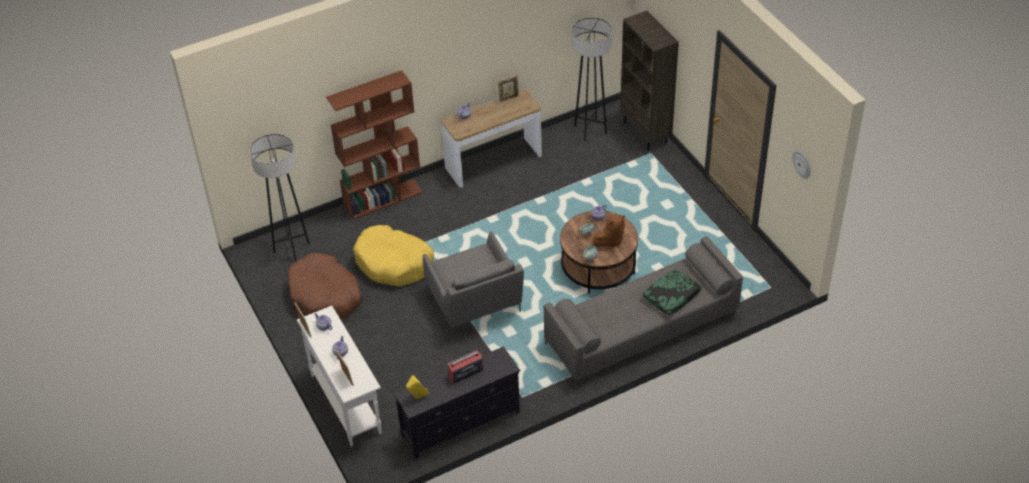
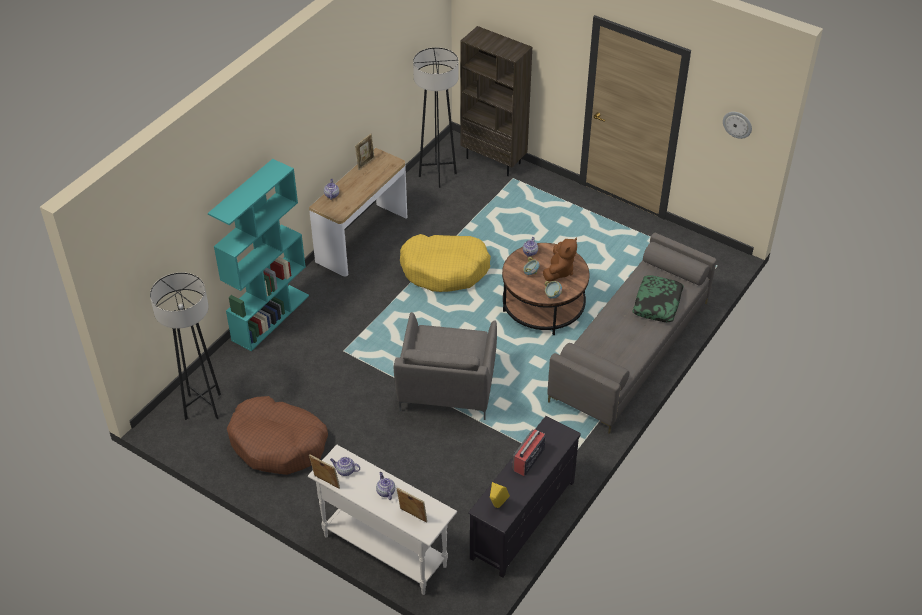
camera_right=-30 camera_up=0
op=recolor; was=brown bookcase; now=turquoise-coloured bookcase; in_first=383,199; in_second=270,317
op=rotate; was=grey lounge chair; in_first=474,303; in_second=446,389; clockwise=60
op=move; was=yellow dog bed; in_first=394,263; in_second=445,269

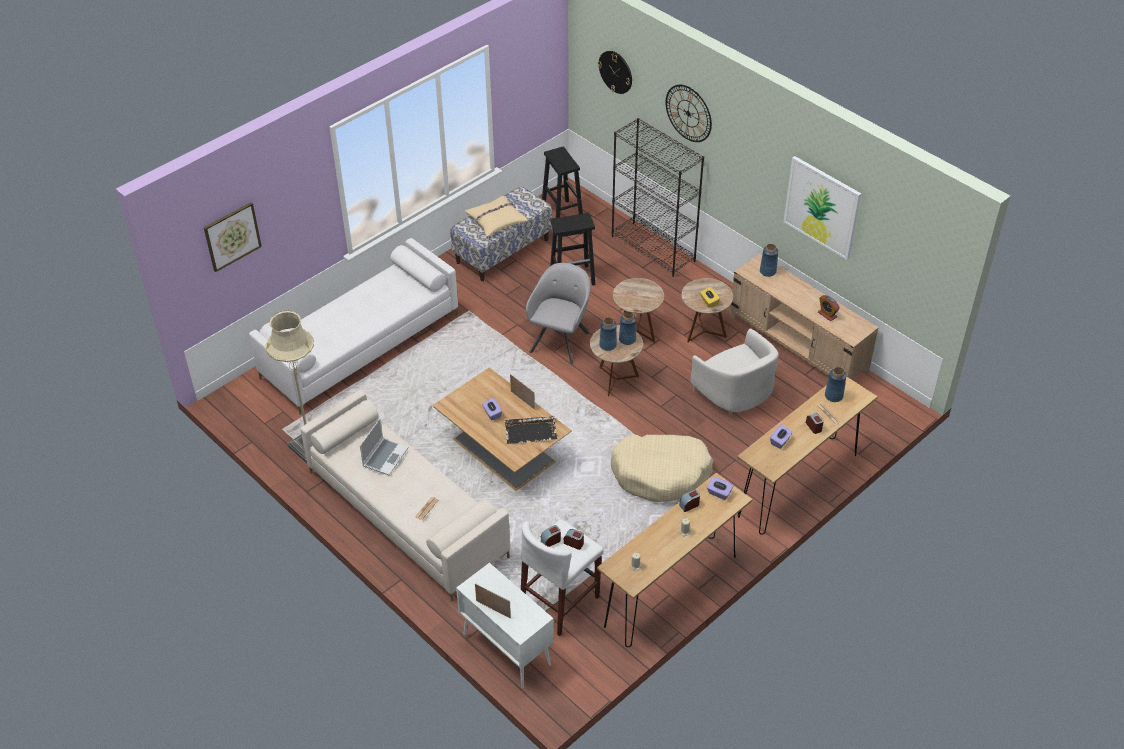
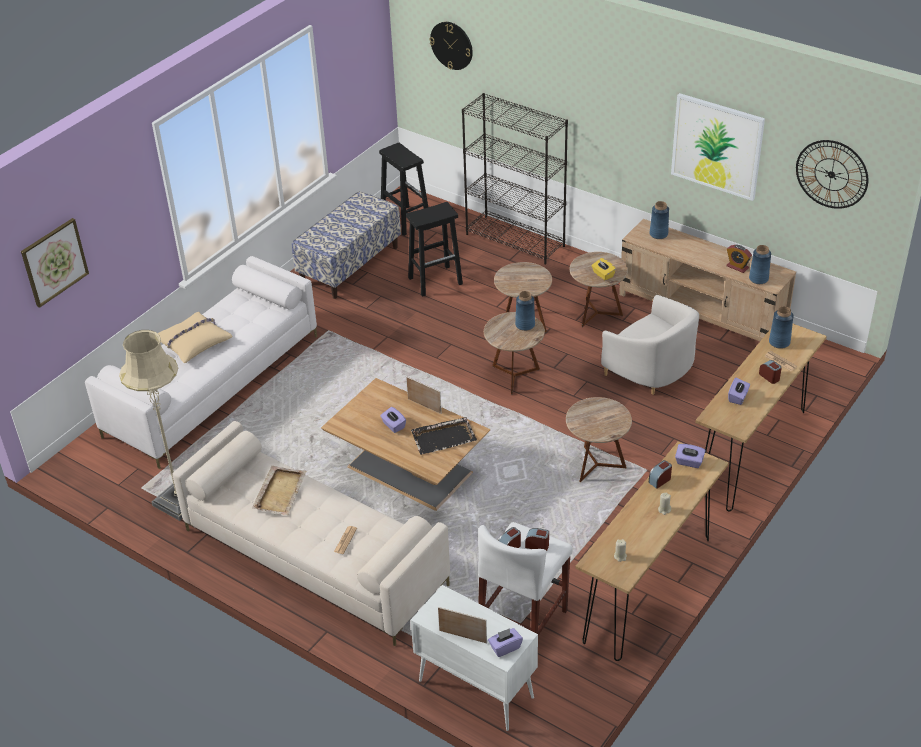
camera_right=-10 camera_up=-5
op=move; was=beige throw pillow; in_first=496,220; in_second=193,342
op=replace; was=notebook computer; now=beige serving tray; in_first=385,457; in_second=280,491
op=insert; now=purple-coloured tissue box; in_second=505,647
op=replace; was=beige dog bed; now=brown side table; in_first=661,474; in_second=596,466
op=move; was=blue flower vase; in_first=608,345; in_second=758,279
op=move; was=wall clock; in_first=688,113; in_second=831,174
op=delete; was=grey lounge chair; in_first=560,340

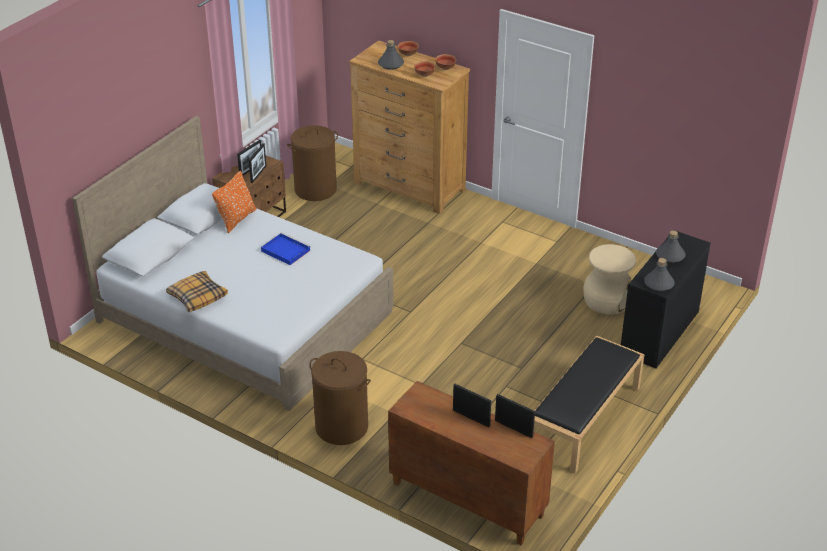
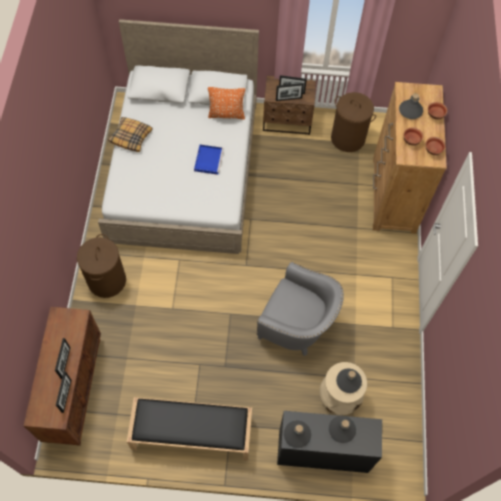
camera_right=60 camera_up=25
op=insert; now=grey lounge chair; in_second=297,326
op=insert; now=grey drink bottle; in_second=348,381

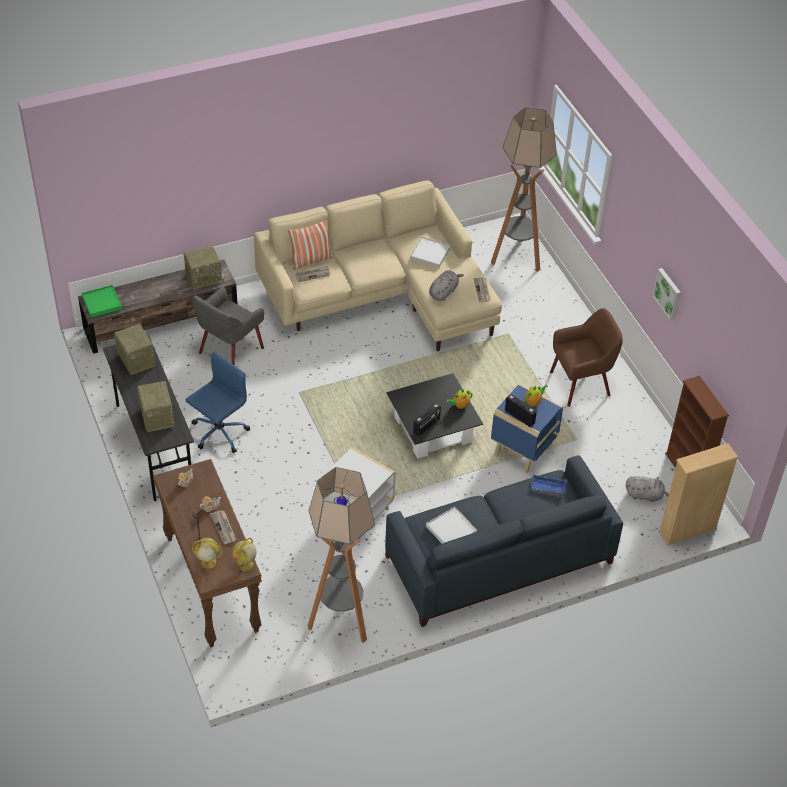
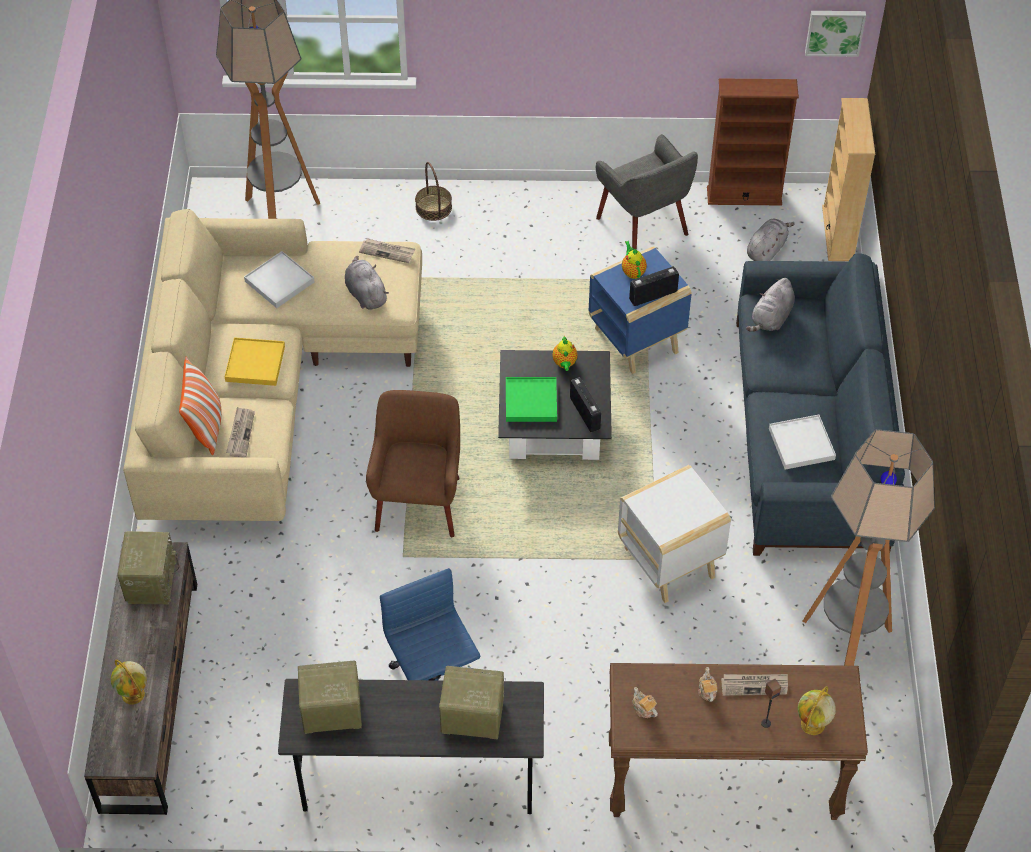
camera_right=-65 camera_up=5
op=move; was=desk globe; in_first=245,565; in_second=133,695
op=insert; now=yellow serving tray; in_second=255,364
op=move; was=brown lounge chair; in_first=581,384; in_second=419,503
op=insert; now=household basket; in_second=434,207
op=move; was=greenish serving tray; in_first=102,303; in_second=531,401
op=move; was=grey lounge chair; in_first=230,350; in_second=643,226
op=replace; was=blue serving tray; now=grey cuddly toy; in_first=547,488; in_second=771,319
op=move; was=wall art; in_first=668,293; in_second=834,31

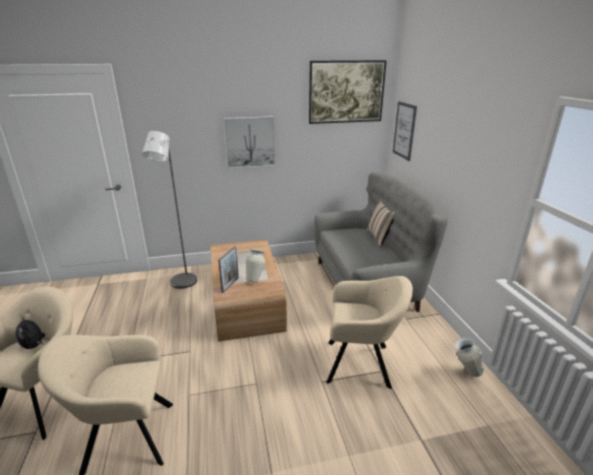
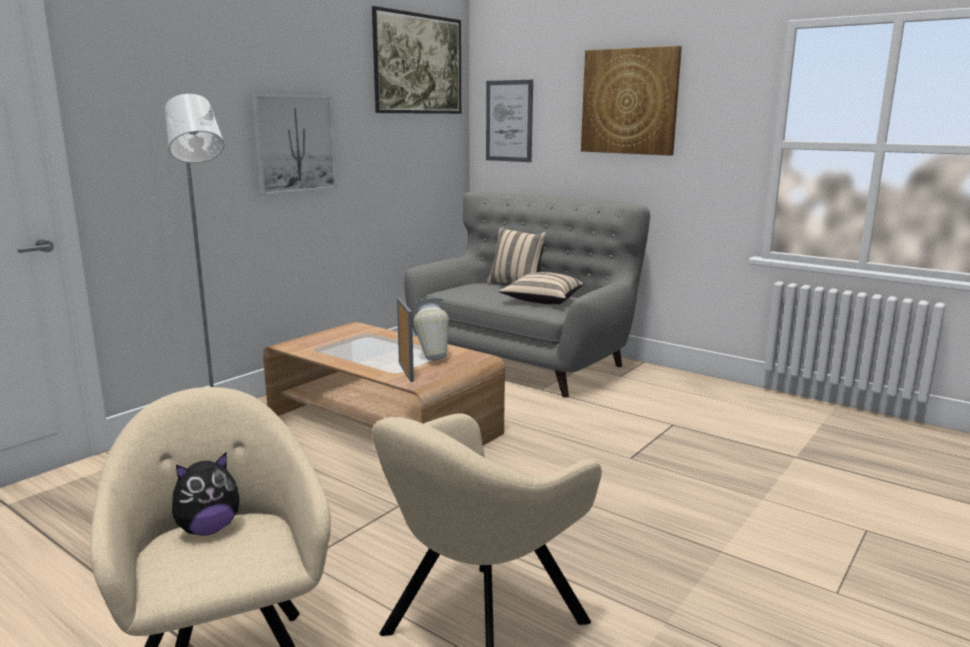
camera_right=-40 camera_up=-10
op=rotate; was=cuddly toy; in_first=35,345; in_second=208,529; clockwise=-45
op=insert; now=beige throw pillow; in_second=541,301
op=insert; now=wall art; in_second=629,101
op=delete; was=beige lounge chair; in_first=361,364
op=delete; was=flower vase; in_first=465,371

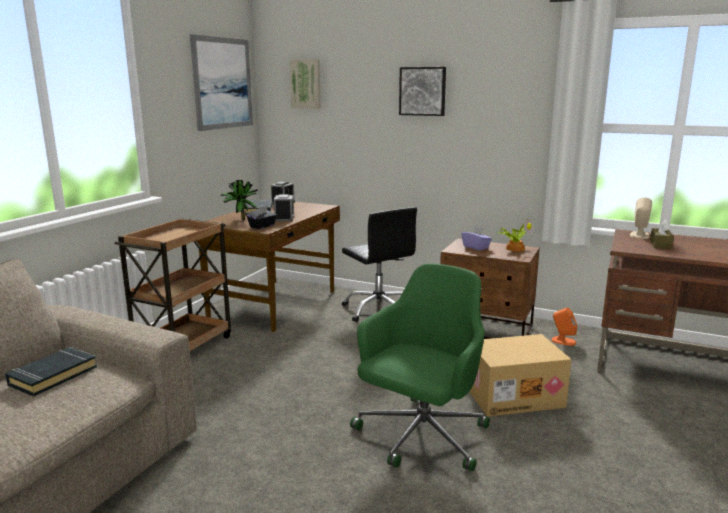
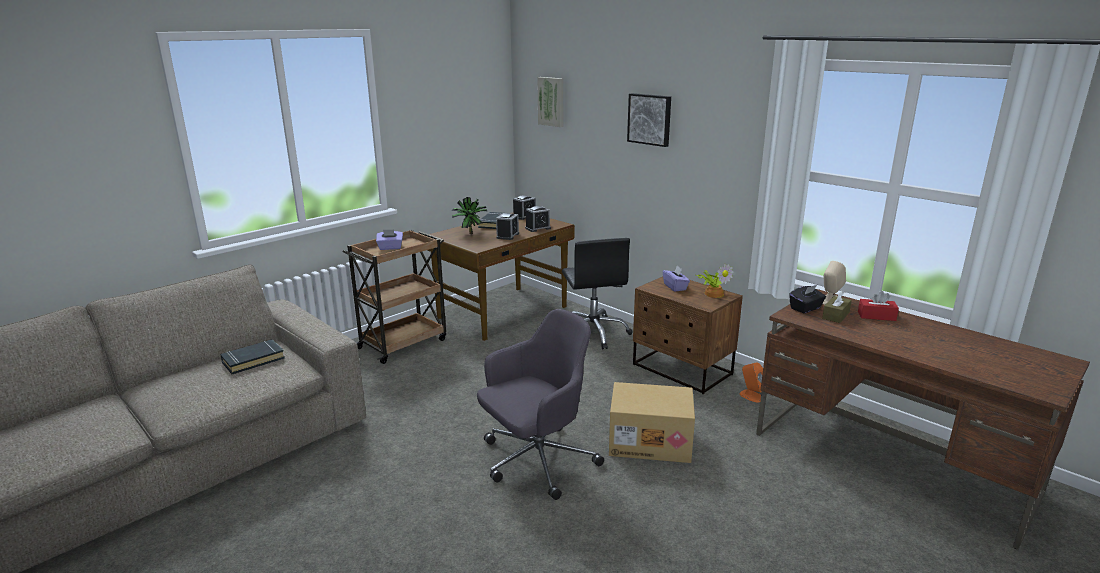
camera_right=20 camera_up=5
op=insert; now=purple-coloured tissue box; in_second=390,248
op=recolor; was=greenish computer chair; now=grey computer chair; in_first=421,437; in_second=536,461
op=insert; now=table clock; in_second=538,228
op=move; was=black-coloured tissue box; in_first=262,226; in_second=806,308
op=insert; now=reddish tissue box; in_second=876,316
op=delete; was=wall art; in_first=223,83

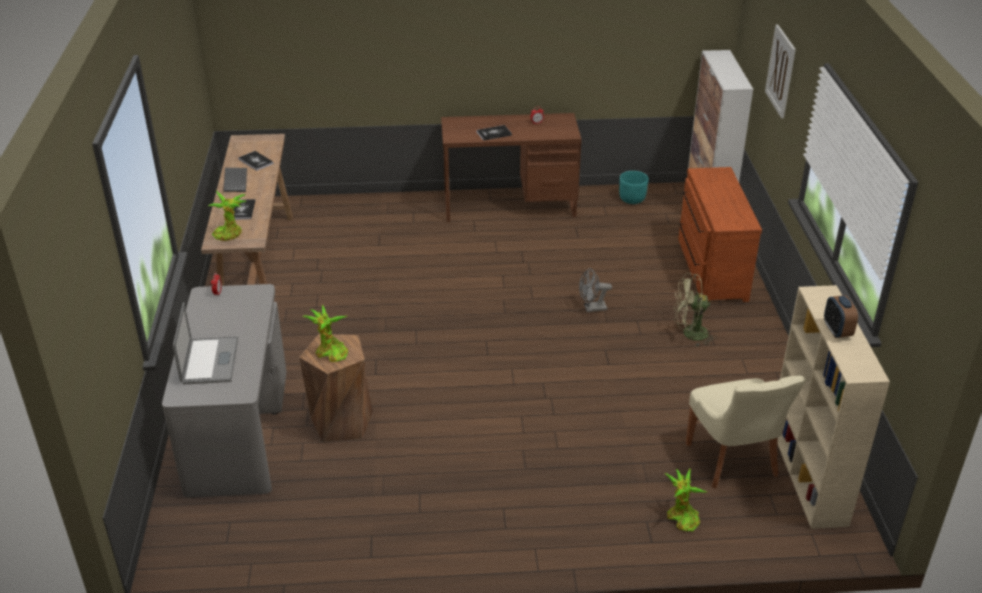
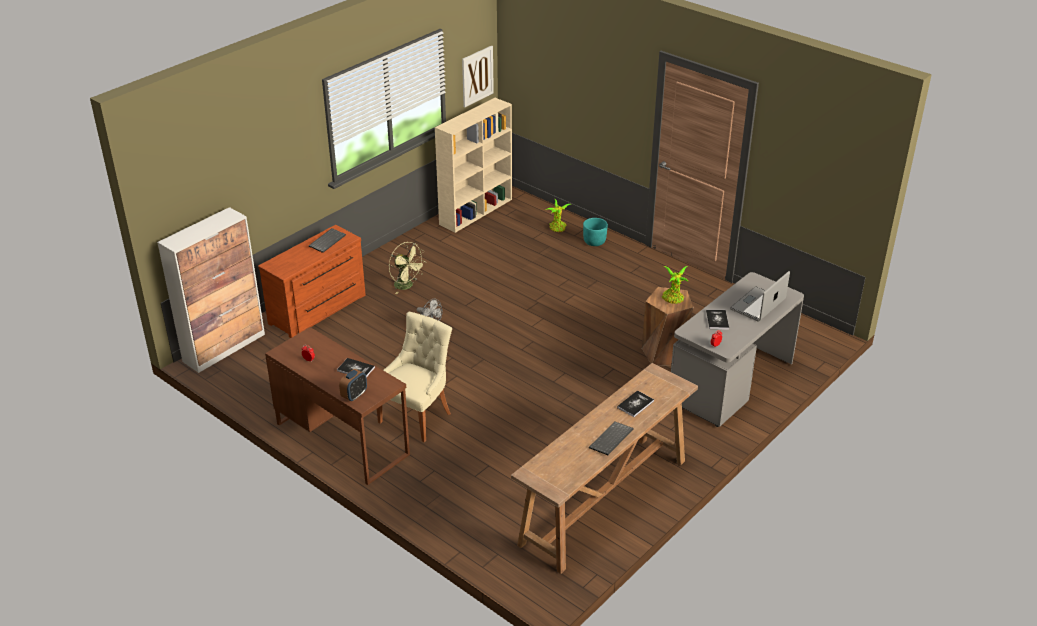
camera_right=-135 camera_up=0
op=insert; now=keyboard; in_second=327,241
op=move; was=table clock; in_first=837,331; in_second=354,395
op=move; was=beige upright chair; in_first=733,462; in_second=417,416
op=move; was=wall art; in_first=781,71; in_second=477,76
op=move; was=turquoise-coloured plant pot; in_first=632,199; in_second=594,242
op=move; was=volume; in_first=256,161; in_second=717,320
op=delete; was=plant in a pot; in_first=230,234

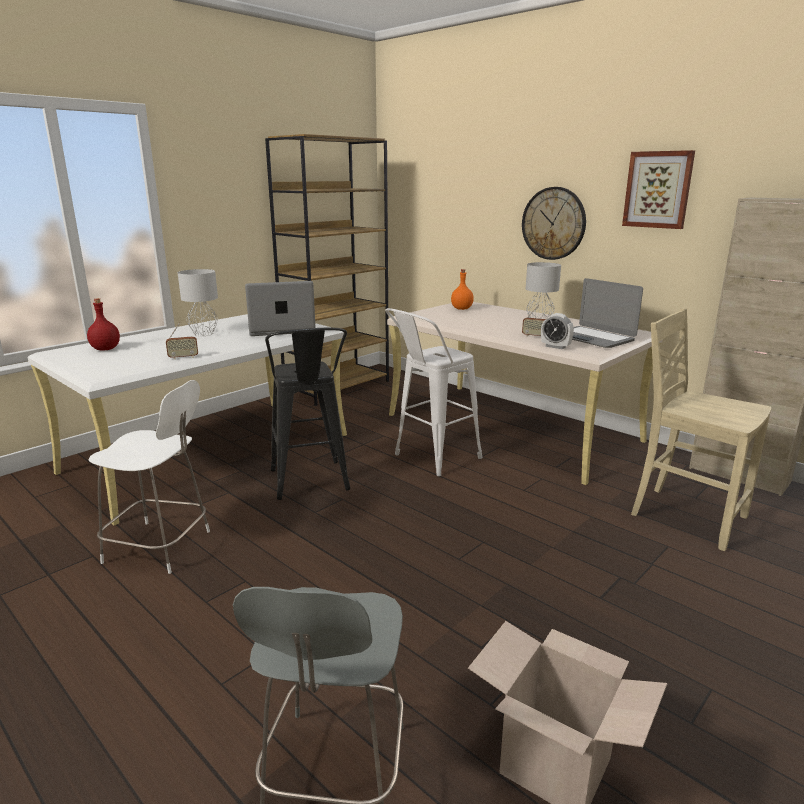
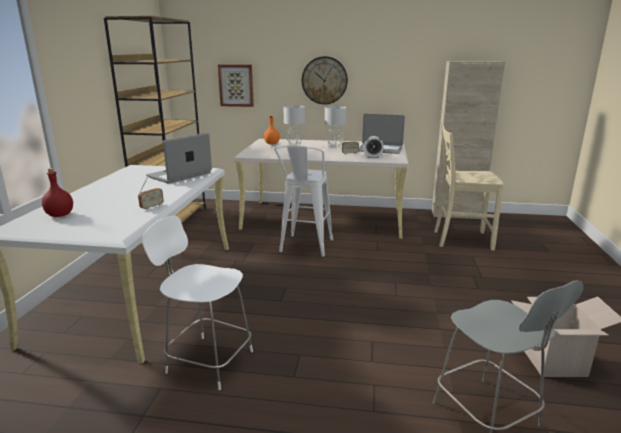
camera_right=-35 camera_up=0
op=rotate; was=white upright chair; in_first=161,547; in_second=207,360; clockwise=-135
op=move; was=wall art; in_first=658,189; in_second=236,85
op=move; was=grey tabletop lamp; in_first=204,334; in_second=294,144
op=delete; was=black-coloured stool seat; in_first=310,484

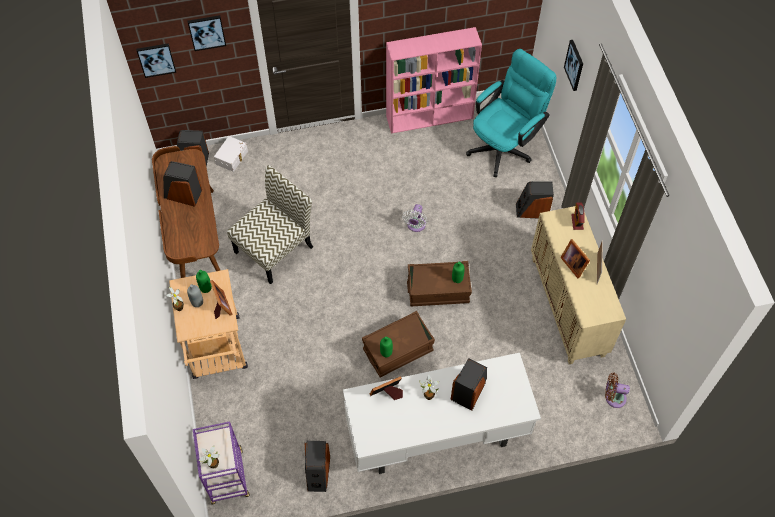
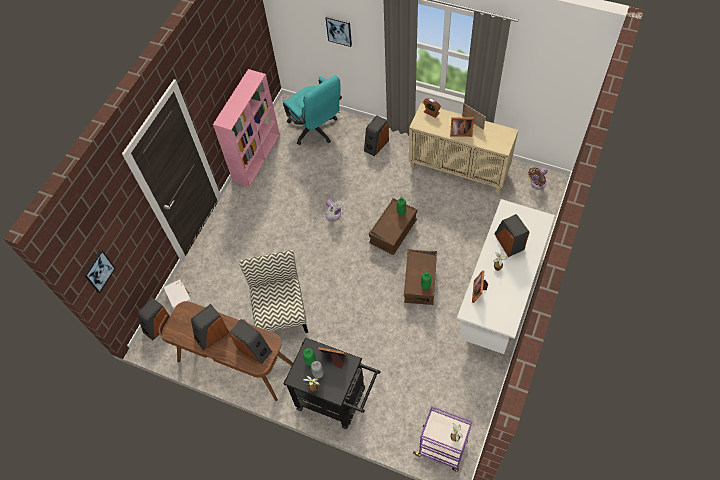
camera_right=-50 camera_up=0
op=move; was=speaker; in_first=318,473; in_second=254,349
op=rotate; was=turquoise-coloured computer chair; in_first=504,146; in_second=316,130; clockwise=150
op=recolor; was=beige trolley; now=black-coloured trolley; in_first=217,352; in_second=337,400
op=delete; was=wall art; in_first=207,32

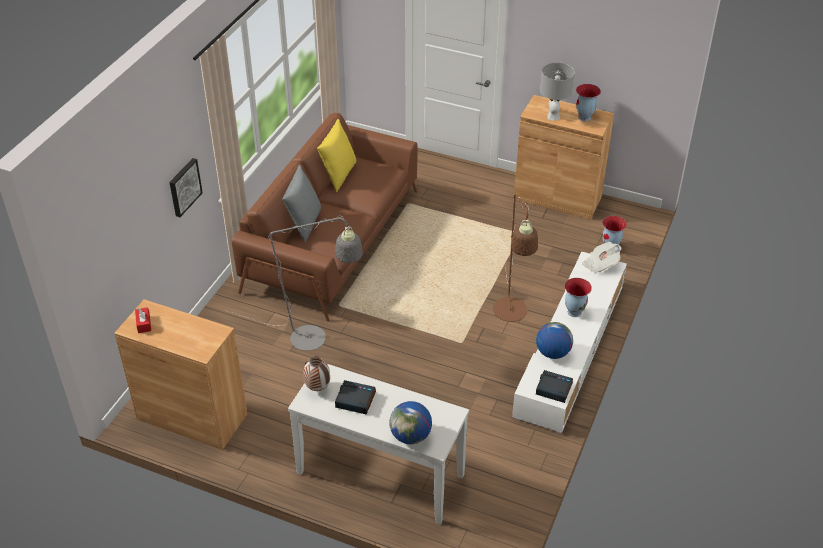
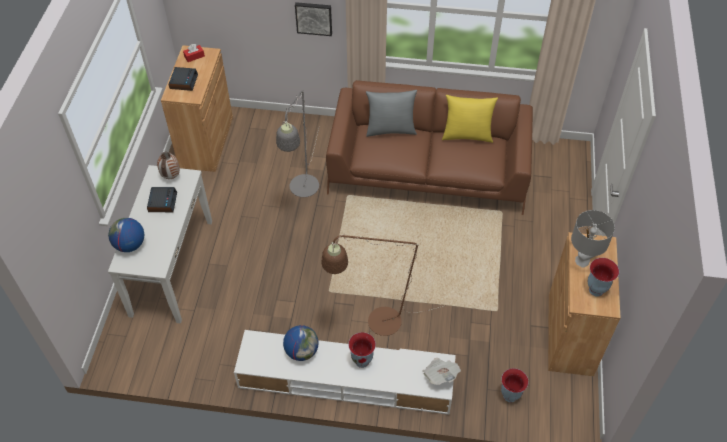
camera_right=75 camera_up=10
op=move; was=table clock; in_first=553,389; in_second=183,81

